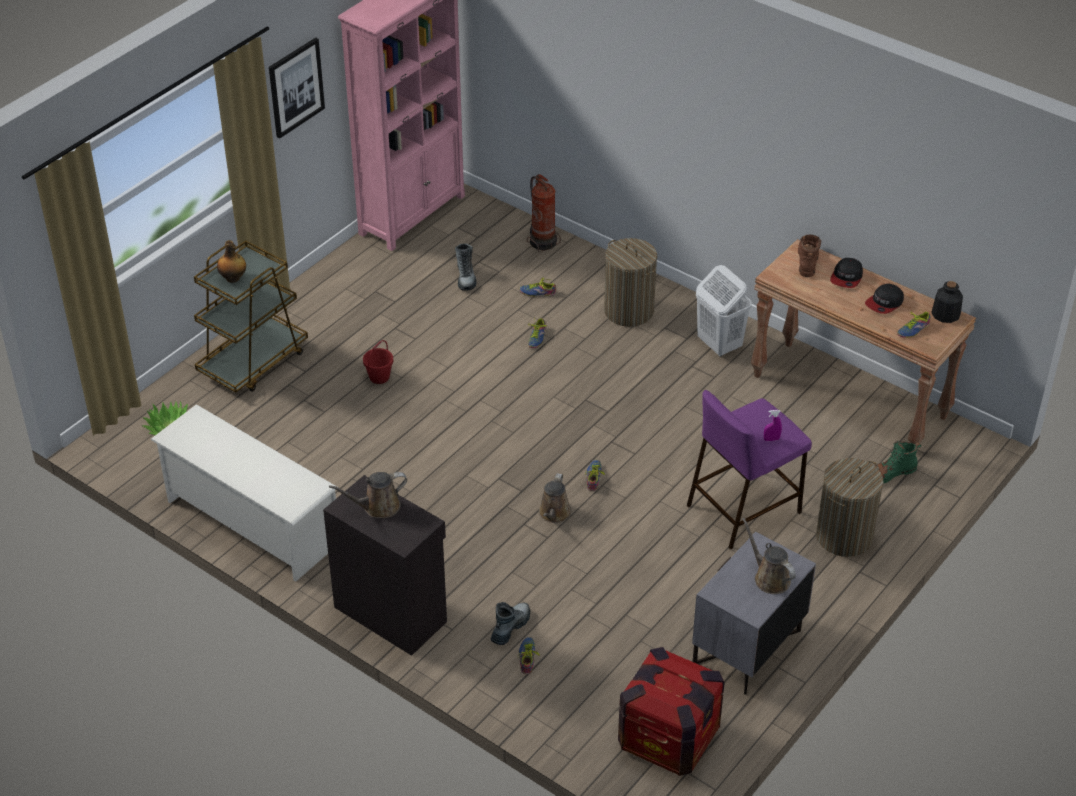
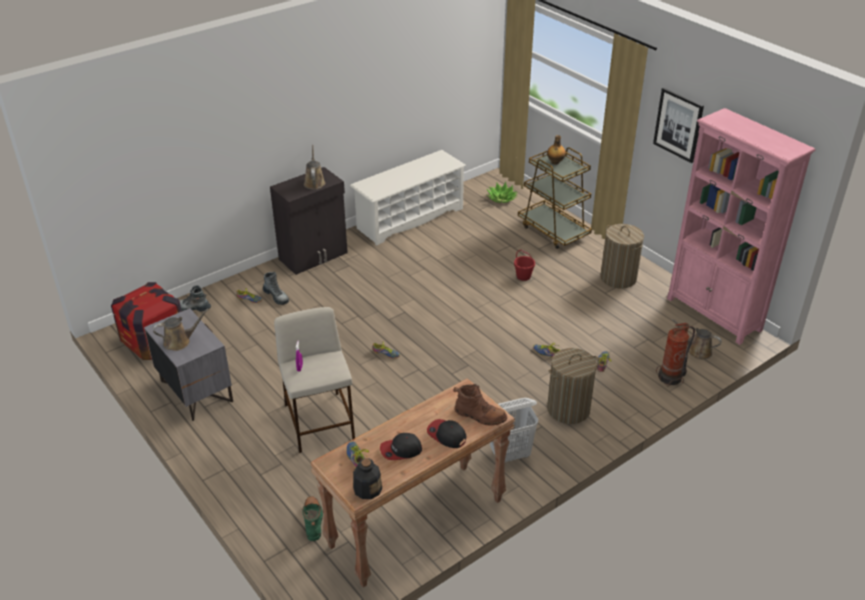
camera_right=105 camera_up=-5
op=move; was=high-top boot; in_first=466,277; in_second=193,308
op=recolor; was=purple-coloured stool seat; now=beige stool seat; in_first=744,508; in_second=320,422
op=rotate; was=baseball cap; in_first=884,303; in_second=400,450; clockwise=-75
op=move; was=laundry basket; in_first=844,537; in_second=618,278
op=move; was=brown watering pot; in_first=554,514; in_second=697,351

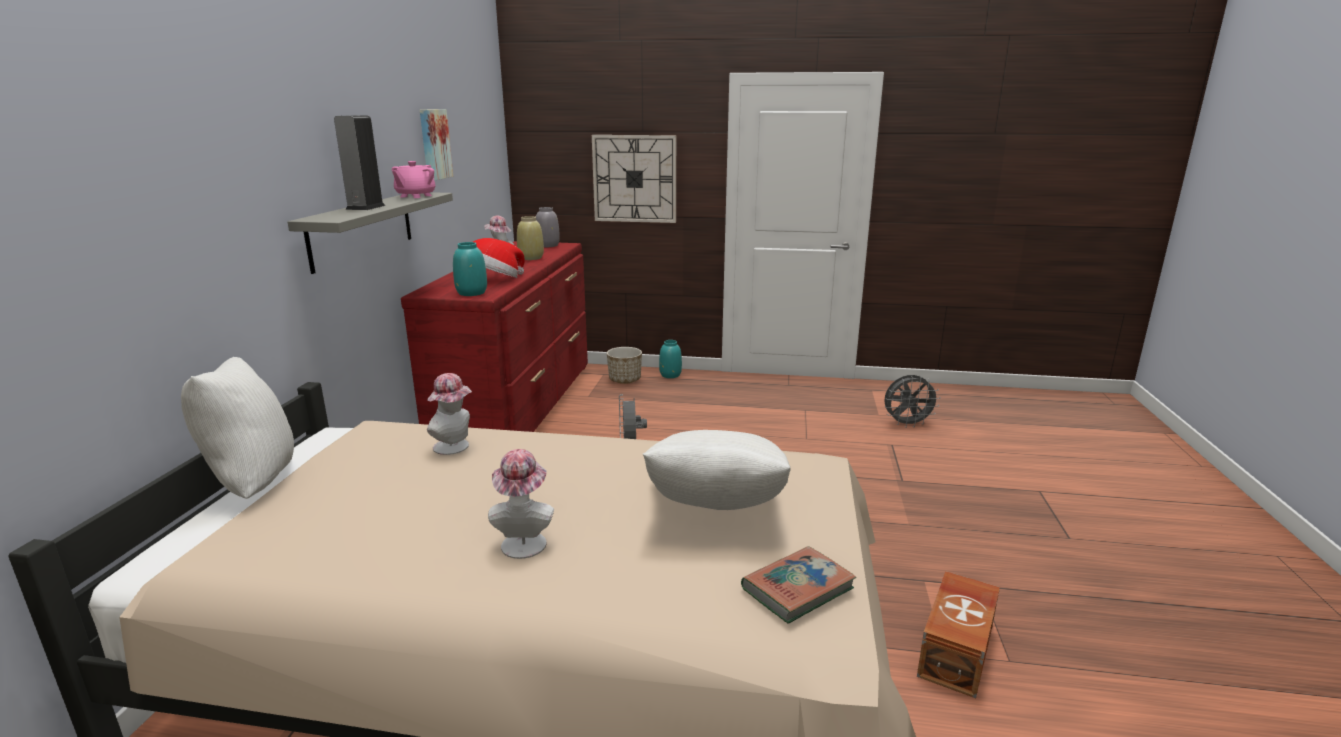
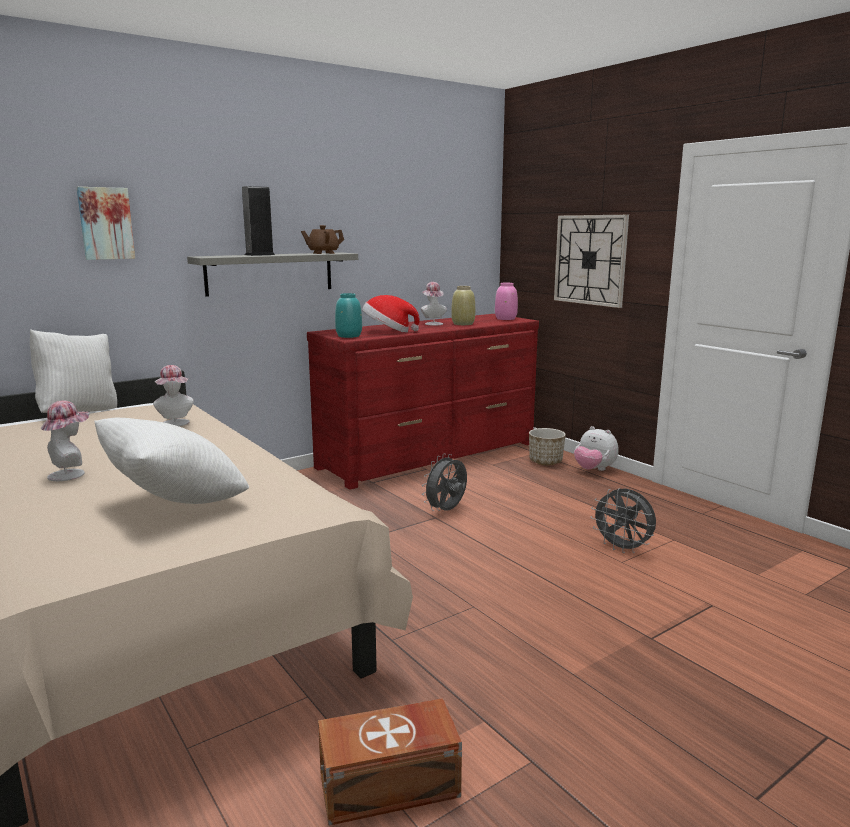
camera_right=45 camera_up=-5
op=move; was=wall art; in_first=434,144; in_second=105,223
op=recolor; was=pink-coloured pot for tea; now=brown pot for tea; in_first=415,196; in_second=323,253
op=recolor; was=grey flower vase; now=pink-coloured flower vase; in_first=548,245; in_second=505,319
op=replace; was=turquoise-coloured flower vase; now=cuddly toy; in_first=670,375; in_second=594,470
op=move; was=grey electric fan; in_first=907,424; in_second=622,548
op=delete; was=volume; in_first=797,589

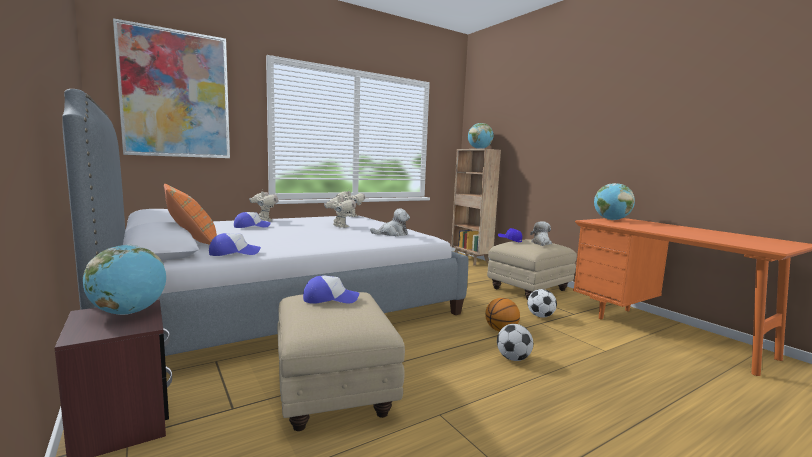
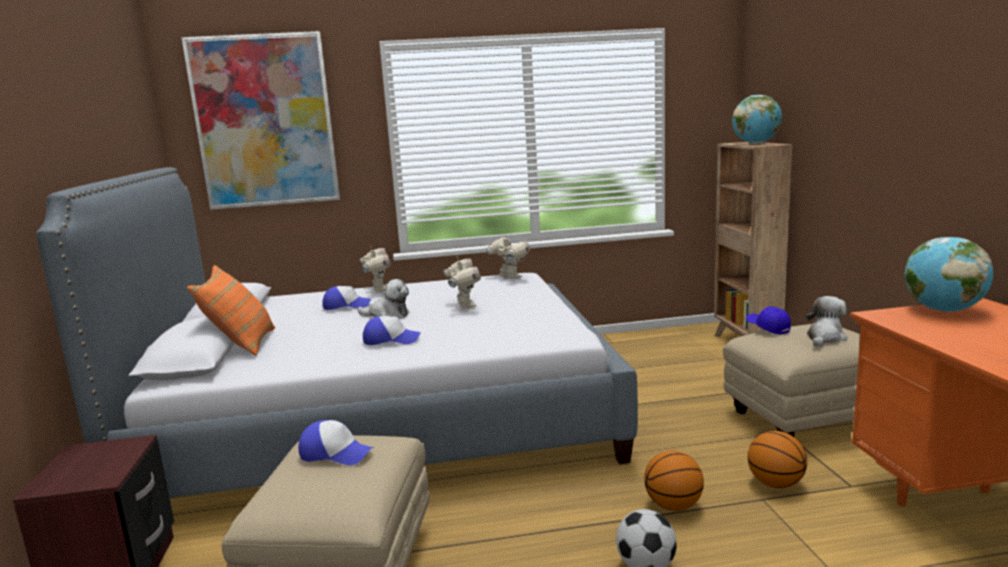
camera_right=25 camera_up=5
op=move; was=cuddly toy; in_first=392,234; in_second=388,315
op=move; was=baseball cap; in_first=234,253; in_second=391,340
op=replace; was=ball for football; now=ball for basketball; in_first=540,316; in_second=775,483
op=delete; was=desk globe; in_first=129,312

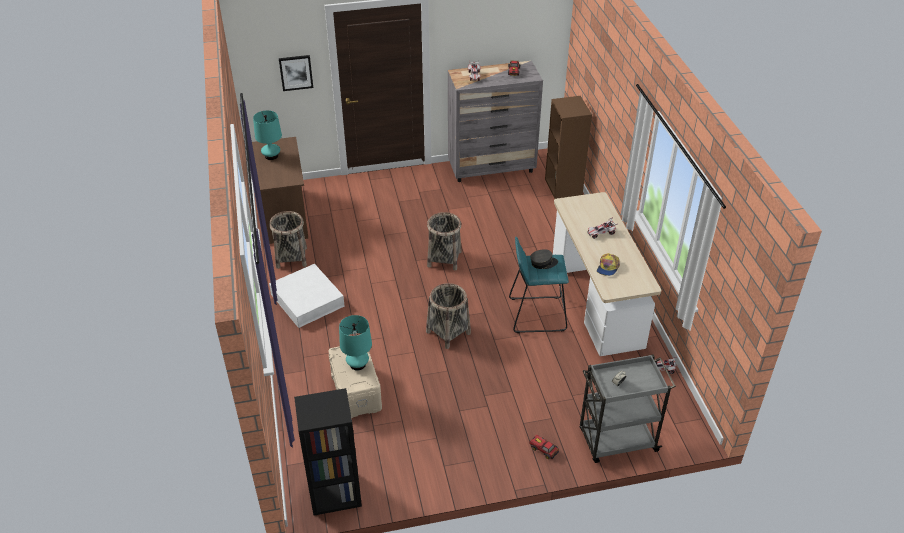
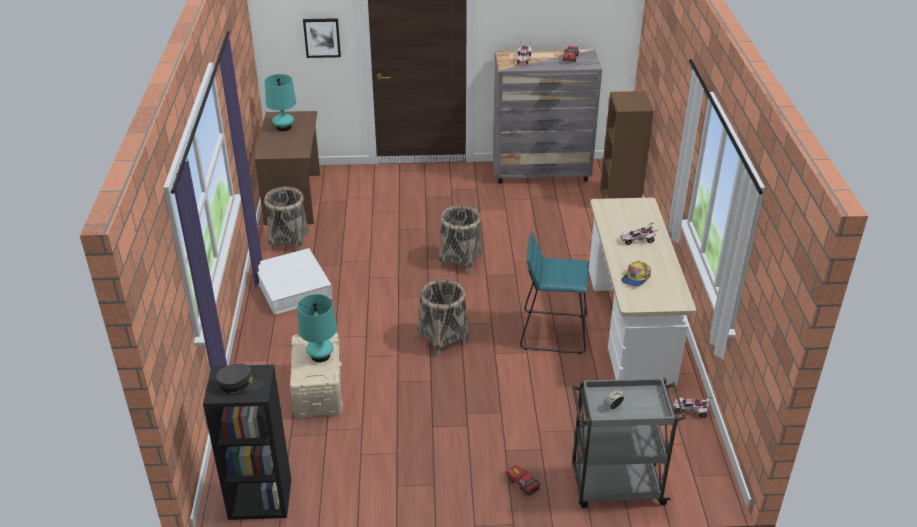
camera_right=10 camera_up=-5
op=move; was=grey baseball cap; in_first=543,263; in_second=240,384

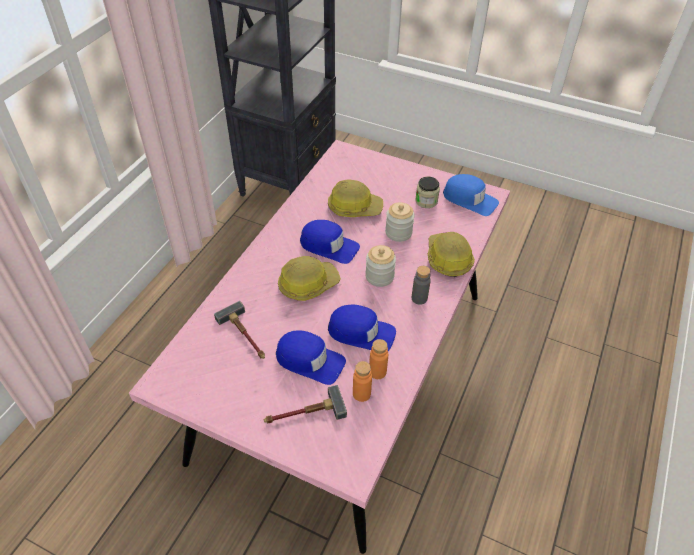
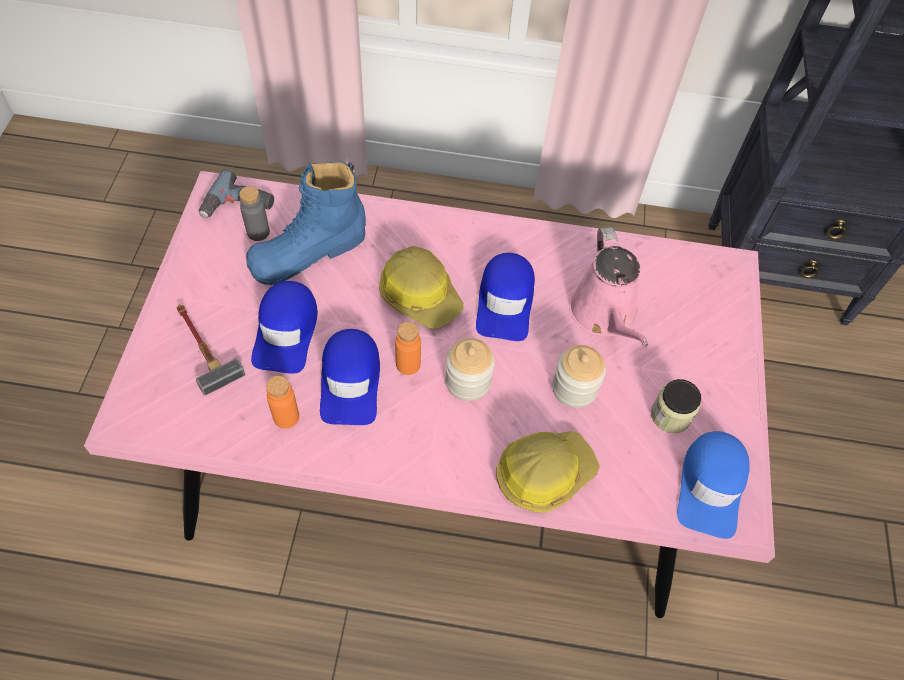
camera_right=70 camera_up=10
op=insert; now=drill; in_second=238,207
op=move; was=grey drink bottle; in_first=419,298; in_second=258,232
op=replace; was=hammer; now=blue high-top boot; in_first=245,336; in_second=309,251
op=move; was=orangey drink bottle; in_first=361,394; in_second=408,364
op=replace; was=work helmet; now=pink-coloured watering pot; in_first=354,207; in_second=604,315

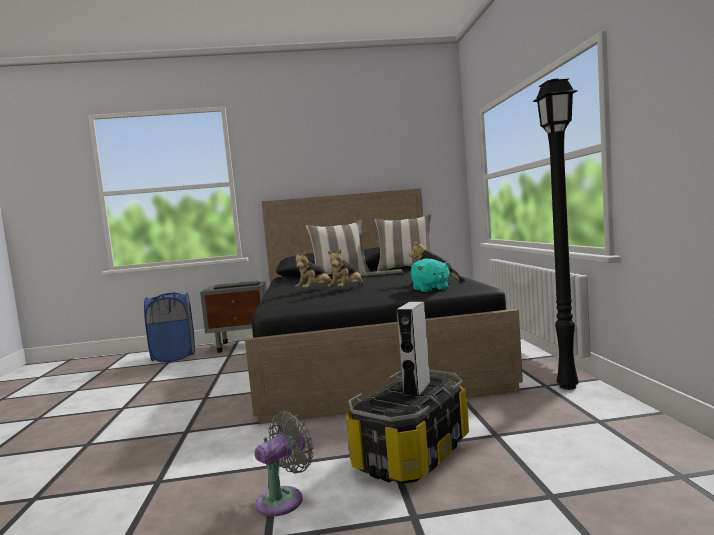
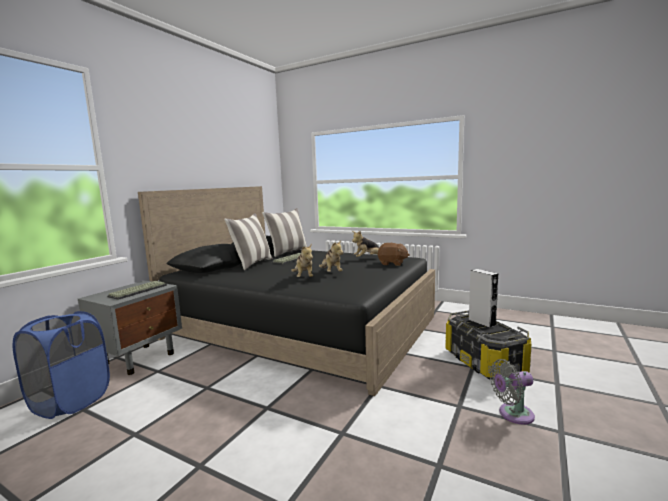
camera_right=-55 camera_up=5
op=recolor; was=turquoise-coloured cuddly toy; now=brown cuddly toy; in_first=430,289; in_second=392,263
op=rotate; was=grey electric fan; in_first=284,499; in_second=512,414; clockwise=-90
op=delete; was=black-coloured floor lamp; in_first=568,386

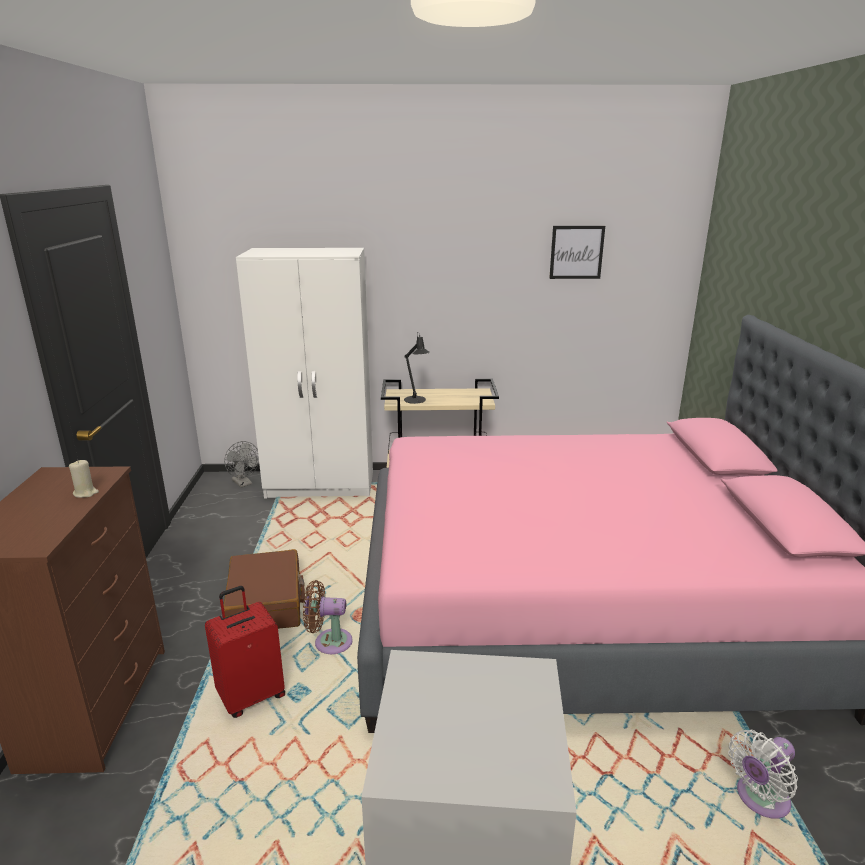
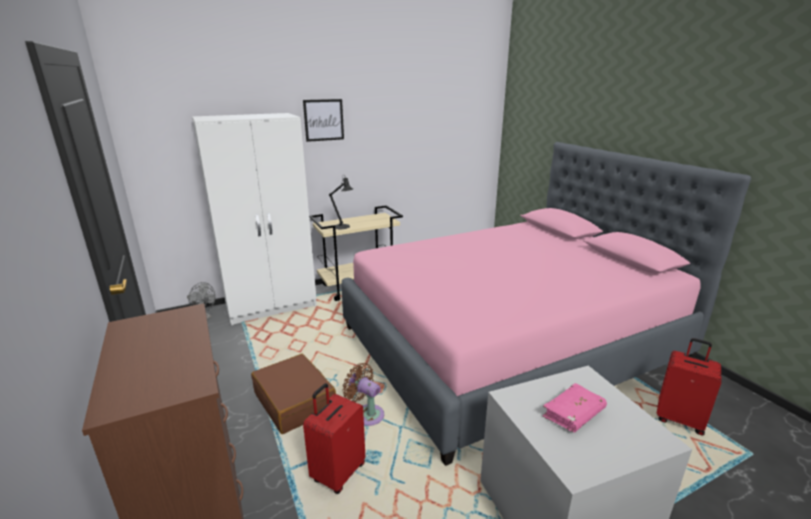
camera_right=-25 camera_up=0
op=move; was=wall art; in_first=576,252; in_second=324,120
op=rotate; was=brown electric fan; in_first=329,642; in_second=366,414; clockwise=60
op=insert; now=pink-coloured volume; in_second=573,414
op=replace; was=white electric fan; now=reddish travel case; in_first=759,800; in_second=679,419
op=delete; was=beige wax light; in_first=86,493

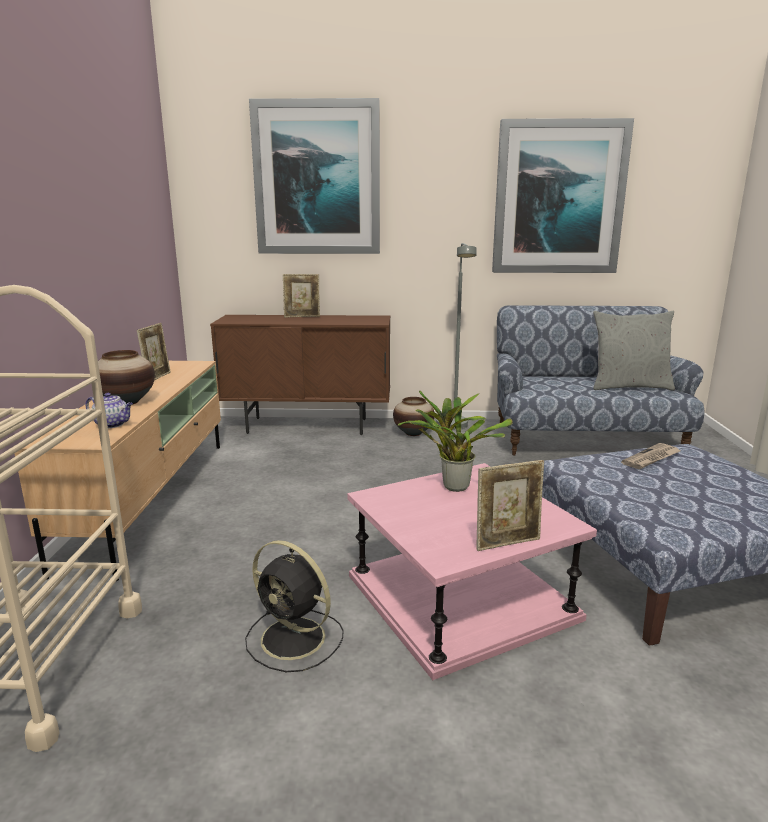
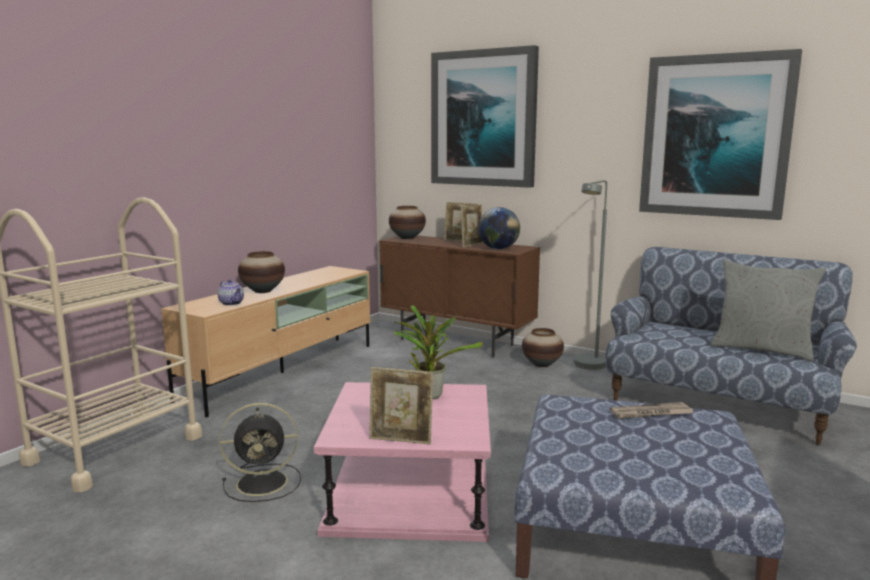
camera_right=30 camera_up=-5
op=rotate; was=black-coloured electric fan; in_first=295,639; in_second=264,482; clockwise=-75
op=insert; now=flower vase; in_second=407,238
op=move; was=standing frame; in_first=157,377; in_second=472,245
op=insert; now=desk globe; in_second=498,248

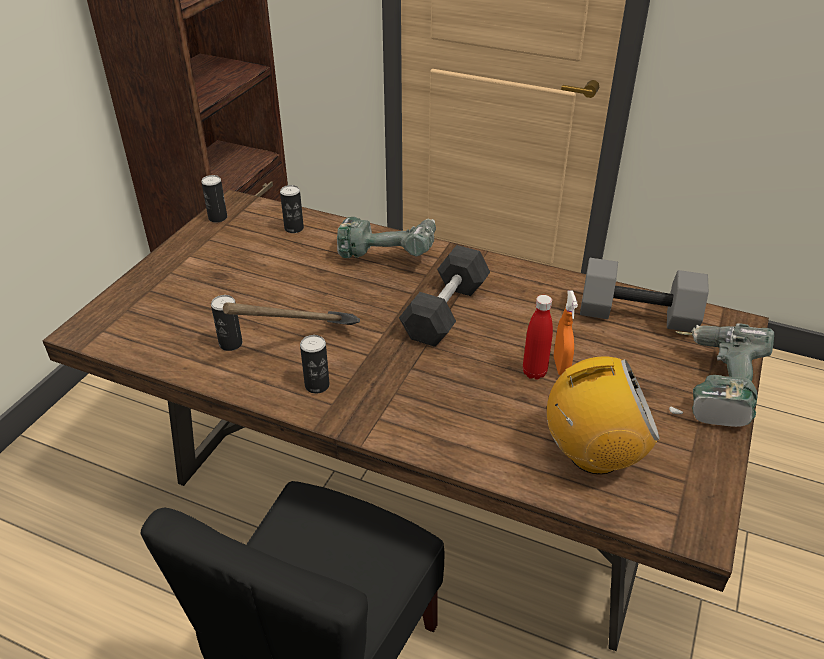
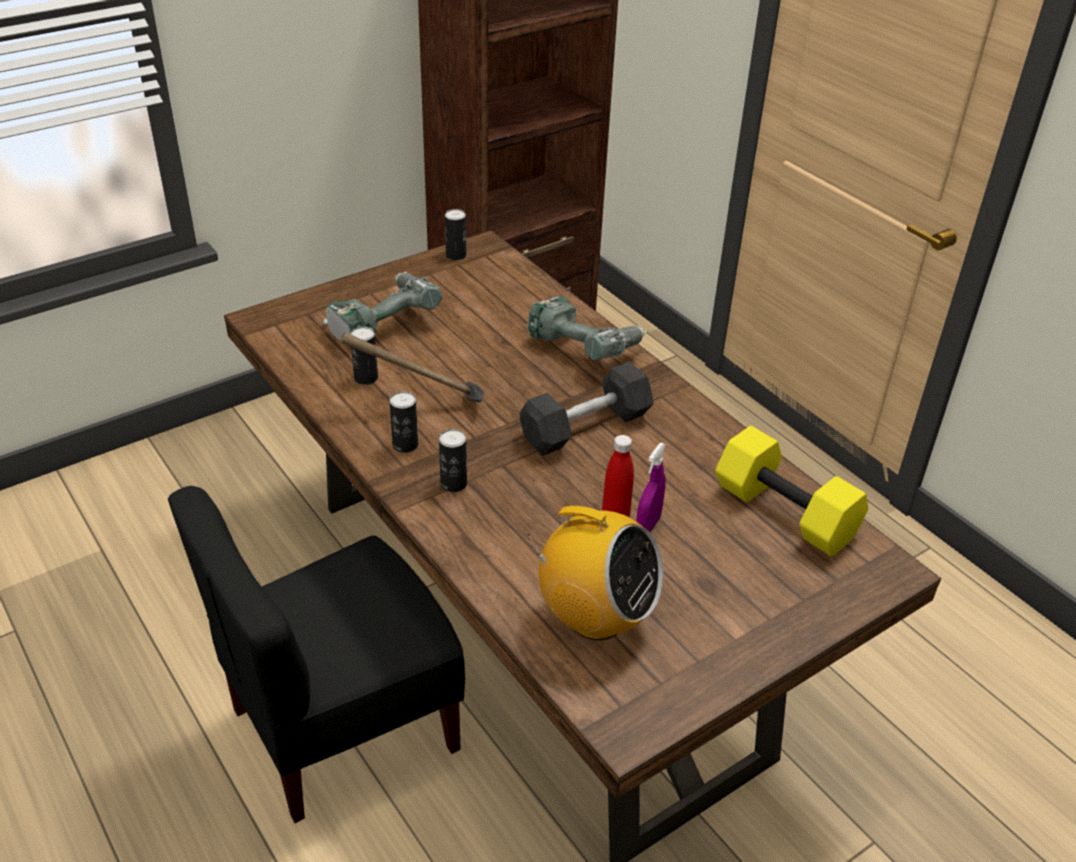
camera_right=30 camera_up=0
op=move; was=drill; in_first=713,388; in_second=381,323
op=move; was=can; in_first=294,228; in_second=453,484
op=recolor; was=orangey sprayer; now=purple-coloured sprayer; in_first=561,366; in_second=648,526
op=recolor; was=grey dumbbell; now=yellow dumbbell; in_first=639,314; in_second=787,512

